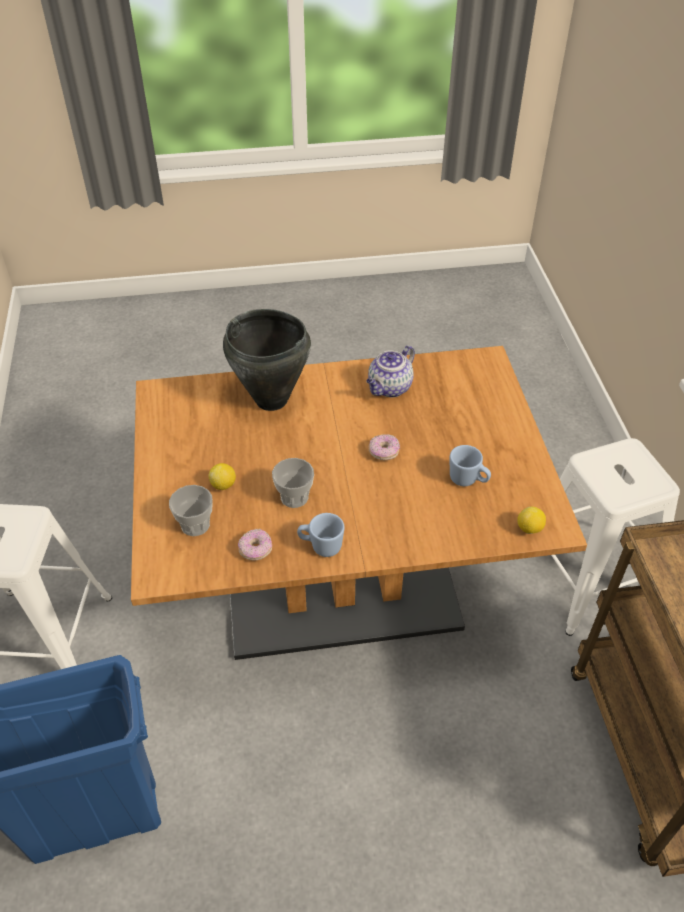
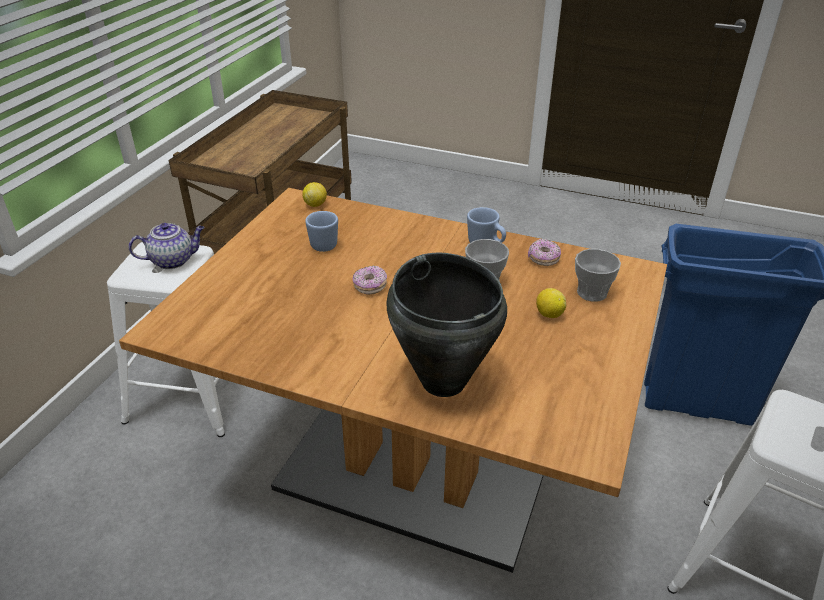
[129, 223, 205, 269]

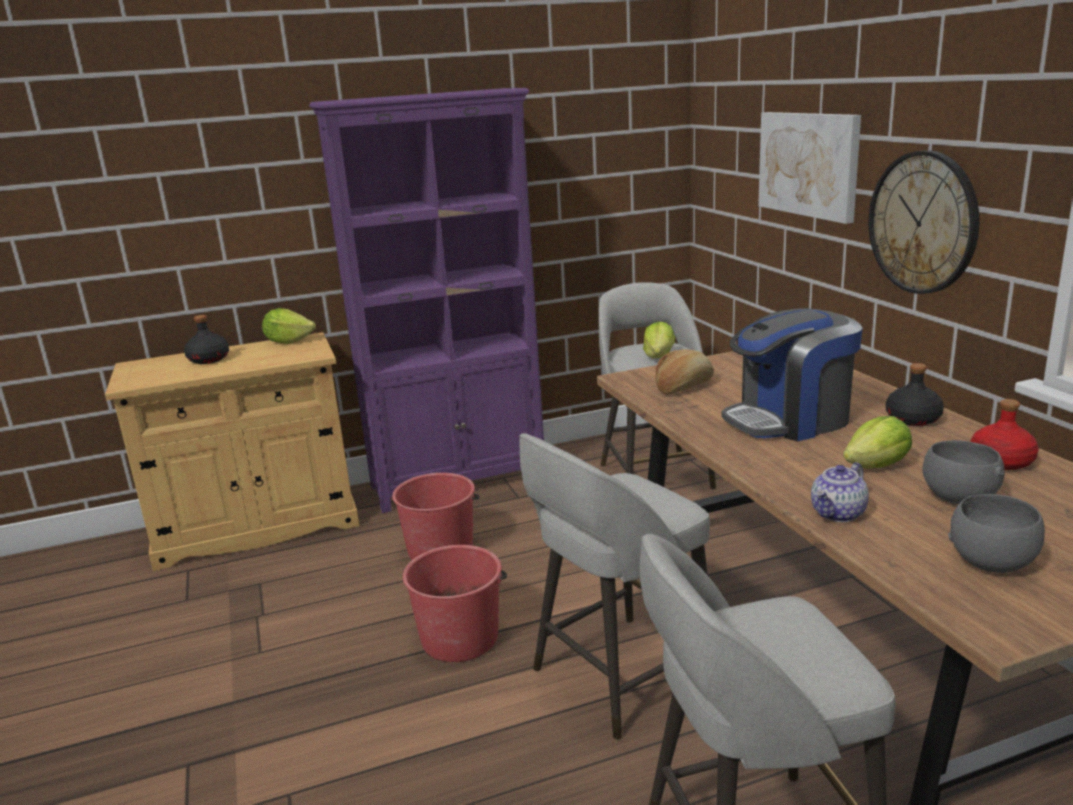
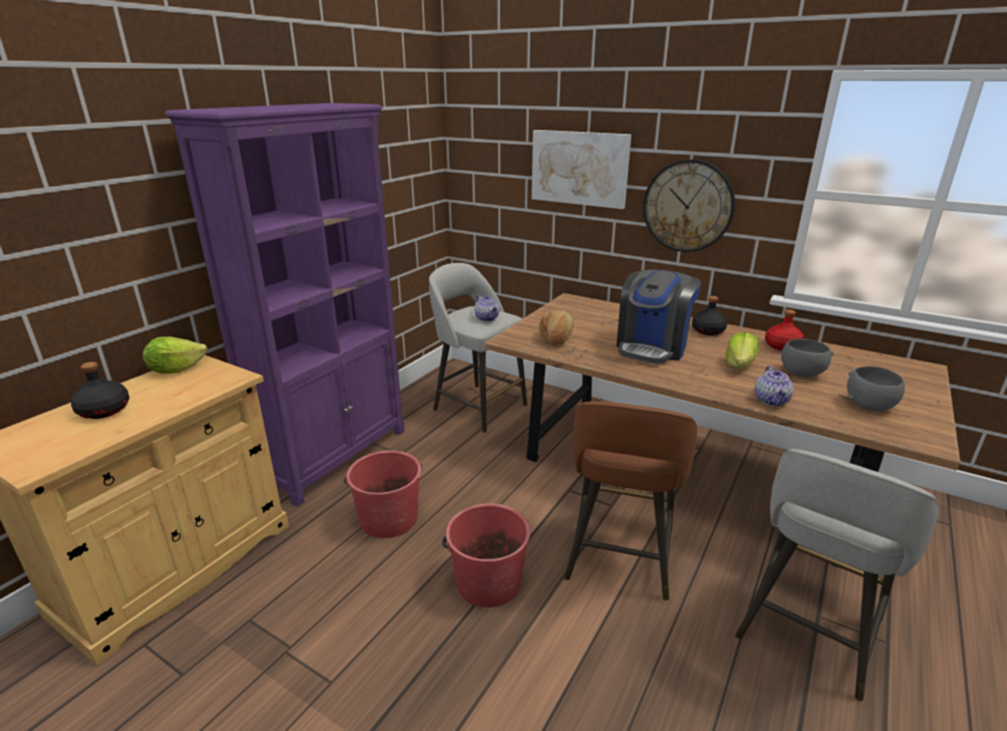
[474, 295, 499, 322]
[564, 402, 697, 600]

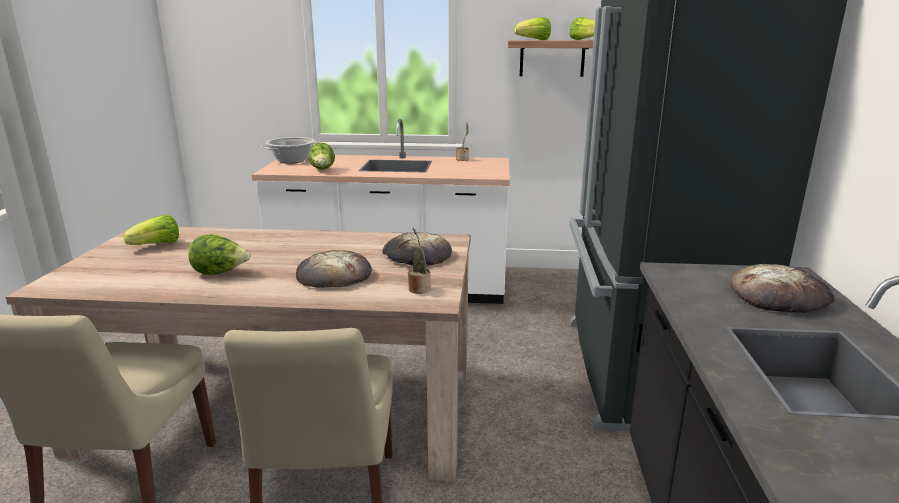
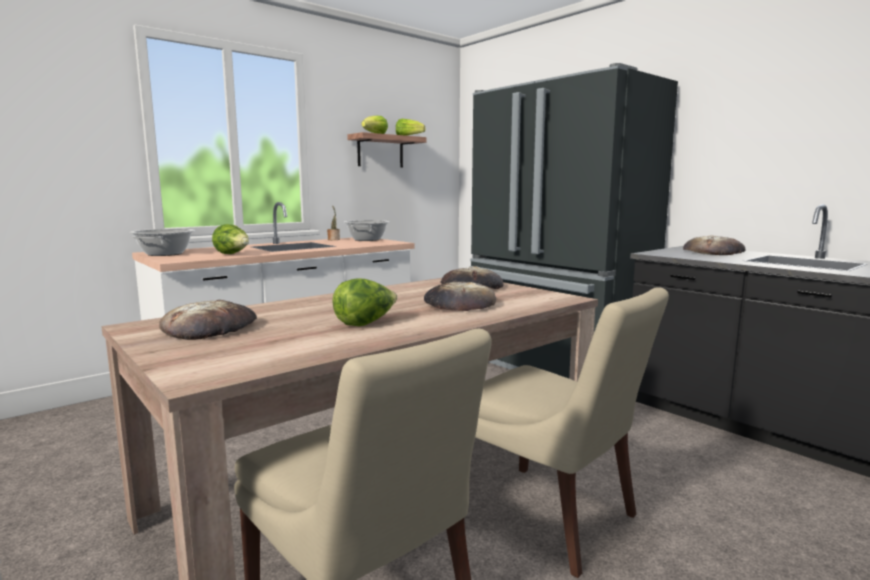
[159, 300, 257, 340]
[408, 227, 431, 294] (first image)
[344, 220, 390, 241]

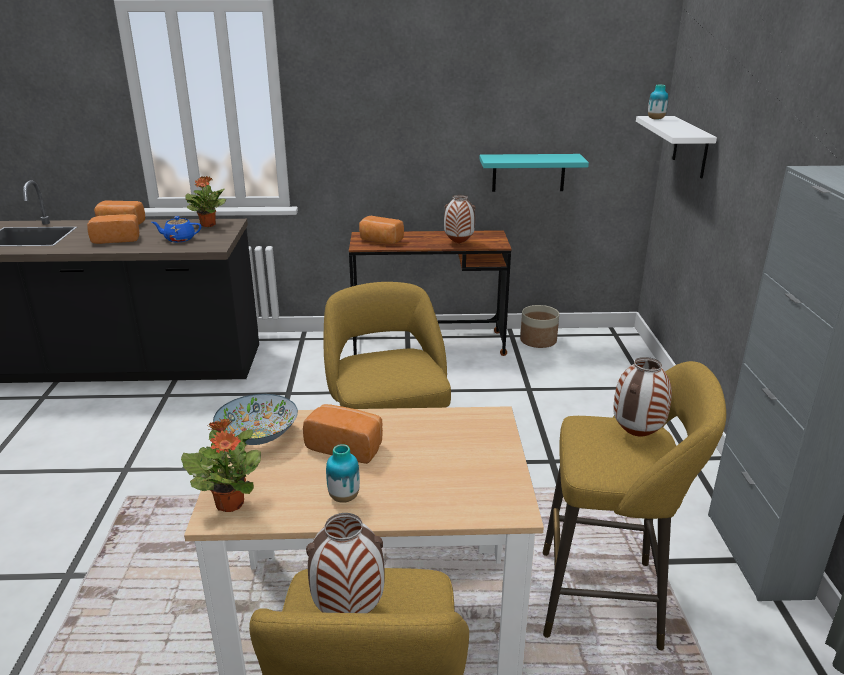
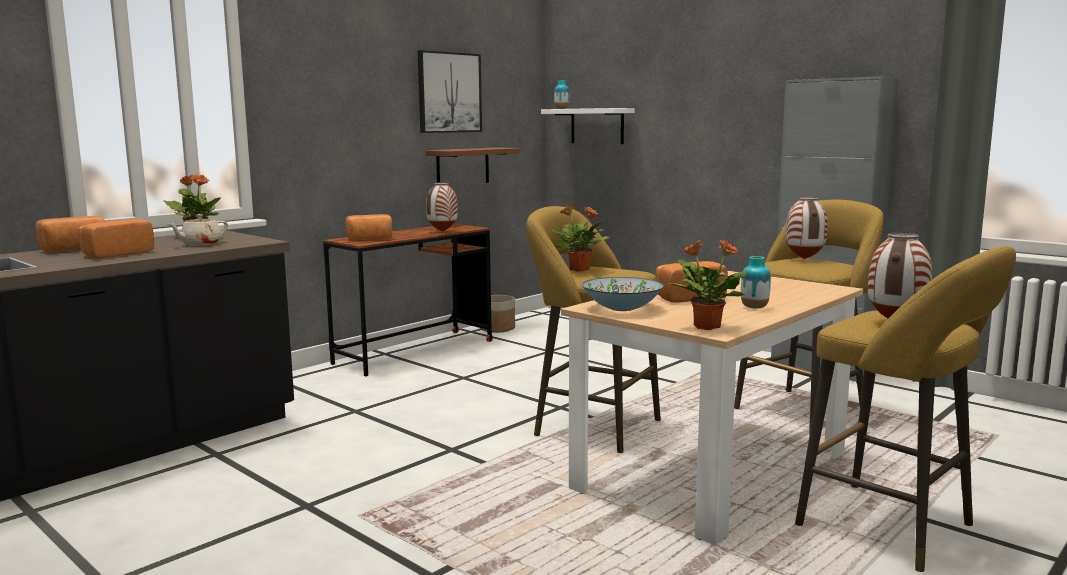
[426, 147, 521, 183]
[168, 214, 228, 246]
[418, 50, 482, 133]
[552, 204, 610, 271]

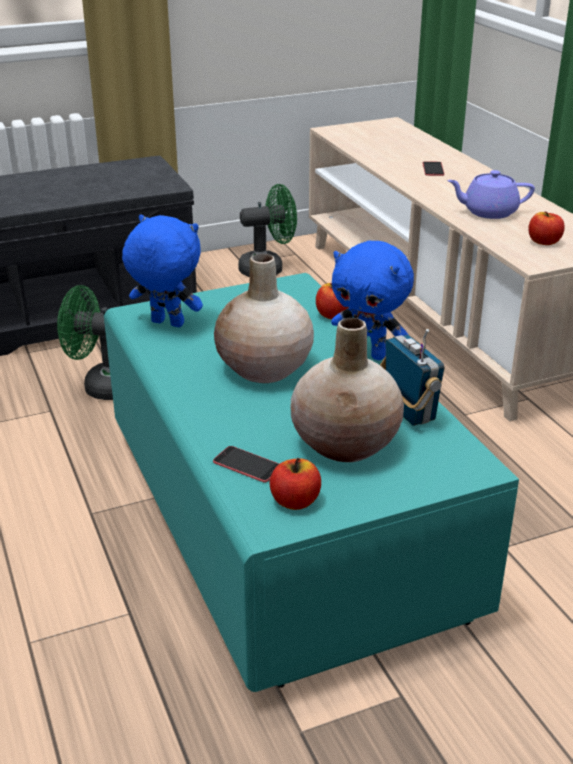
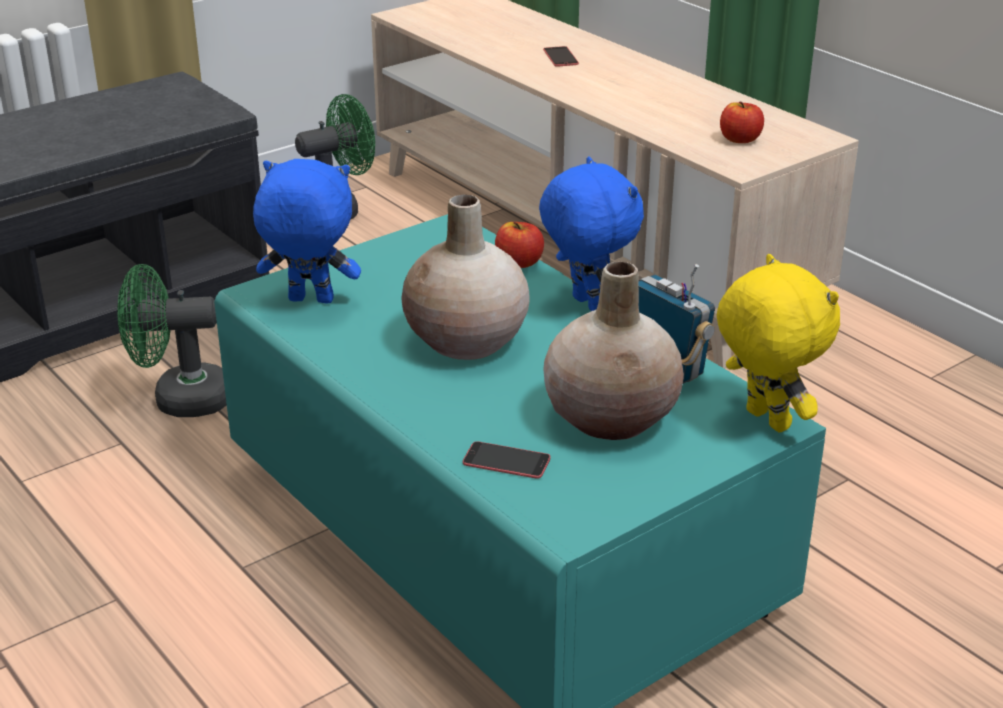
[447, 170, 535, 219] (first image)
[539, 157, 644, 311]
[270, 458, 321, 510] (first image)
[717, 254, 840, 432]

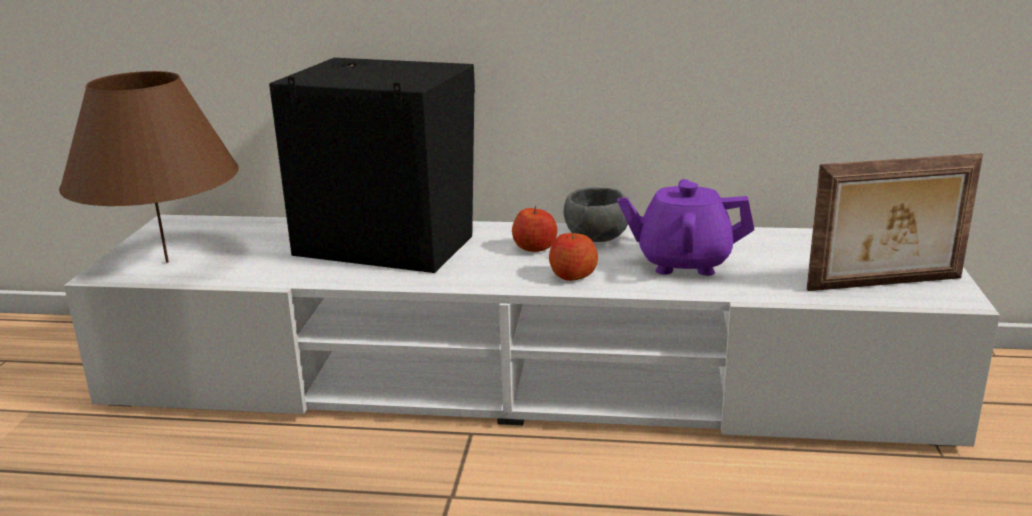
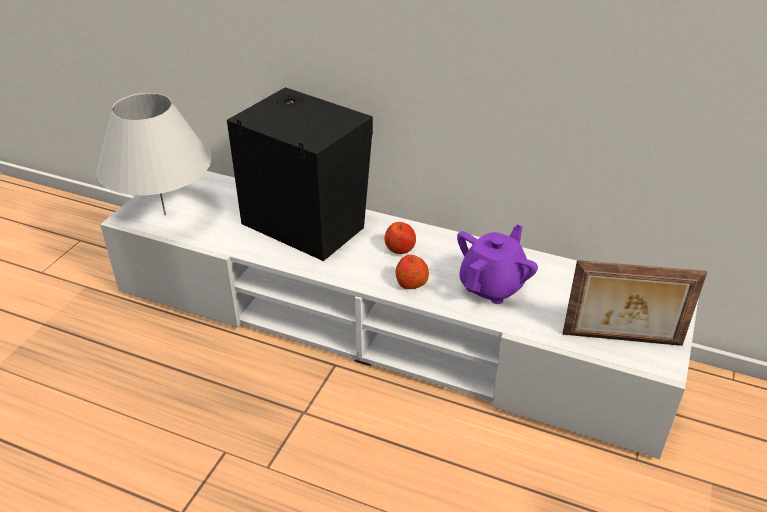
[96, 93, 211, 215]
[457, 224, 538, 304]
[564, 187, 628, 242] (first image)

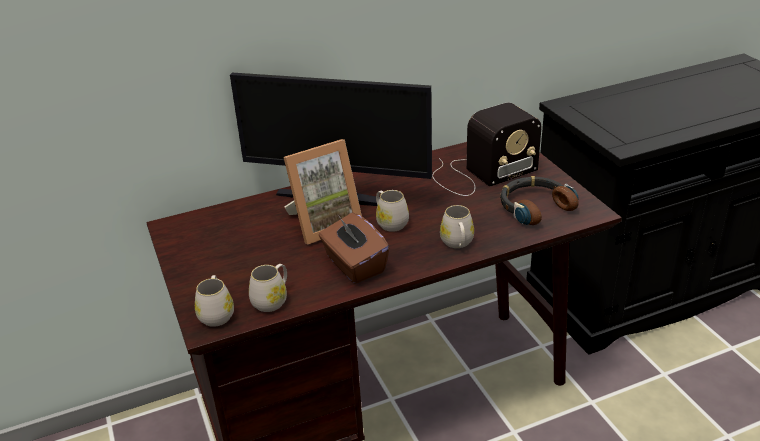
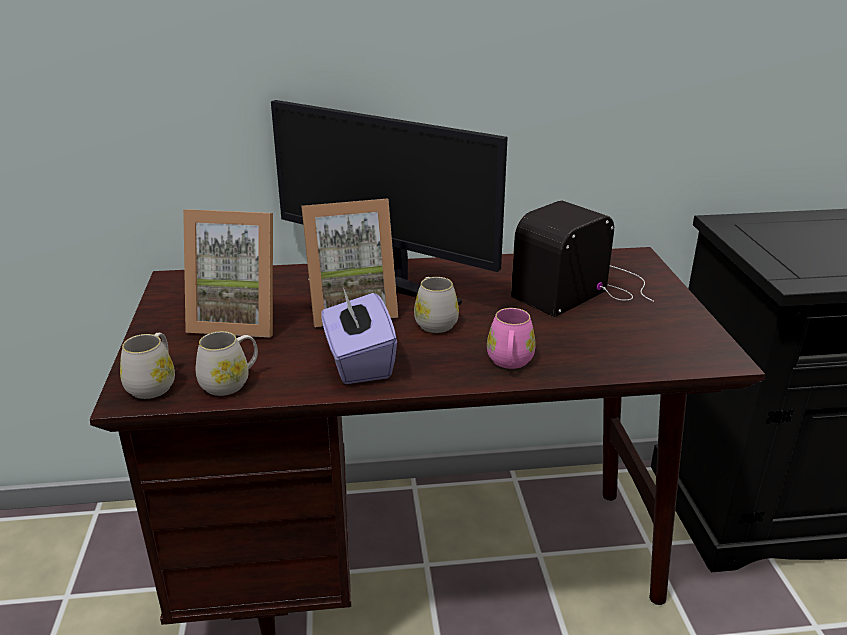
[511, 201, 655, 317]
[500, 176, 579, 225] (first image)
[487, 308, 536, 369]
[321, 287, 397, 384]
[183, 209, 273, 337]

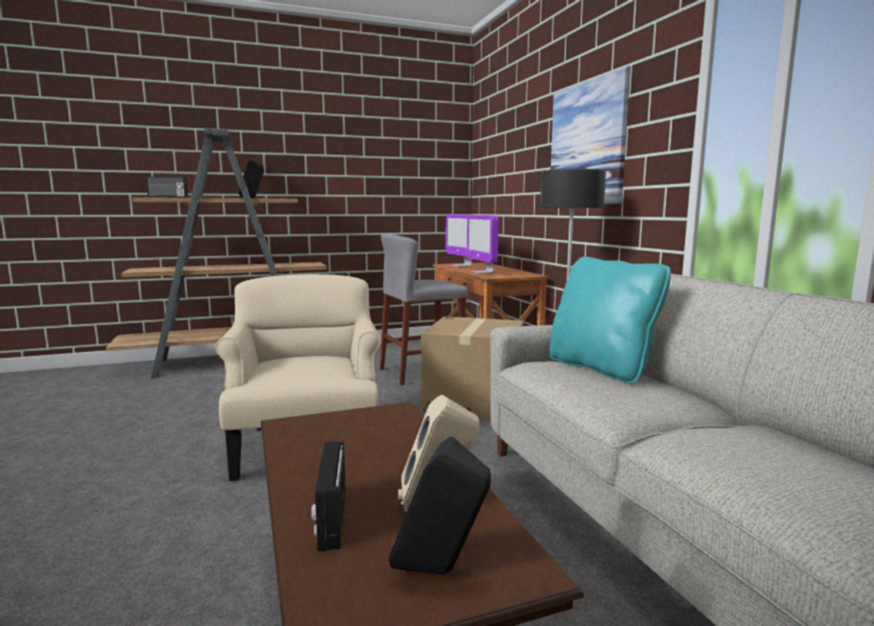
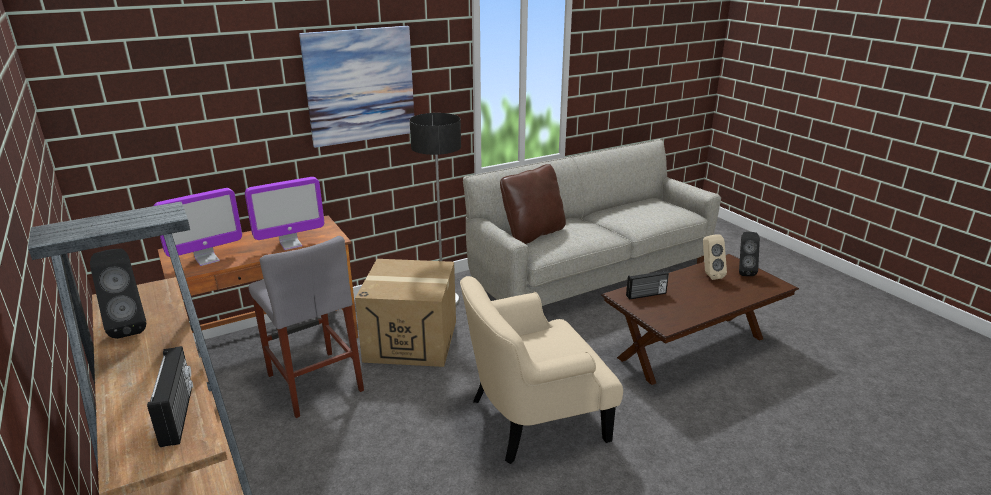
[500, 164, 566, 244]
[626, 270, 669, 299]

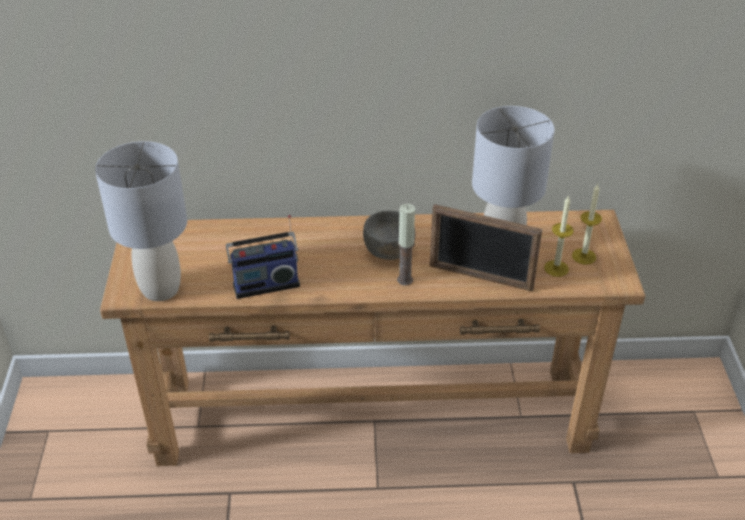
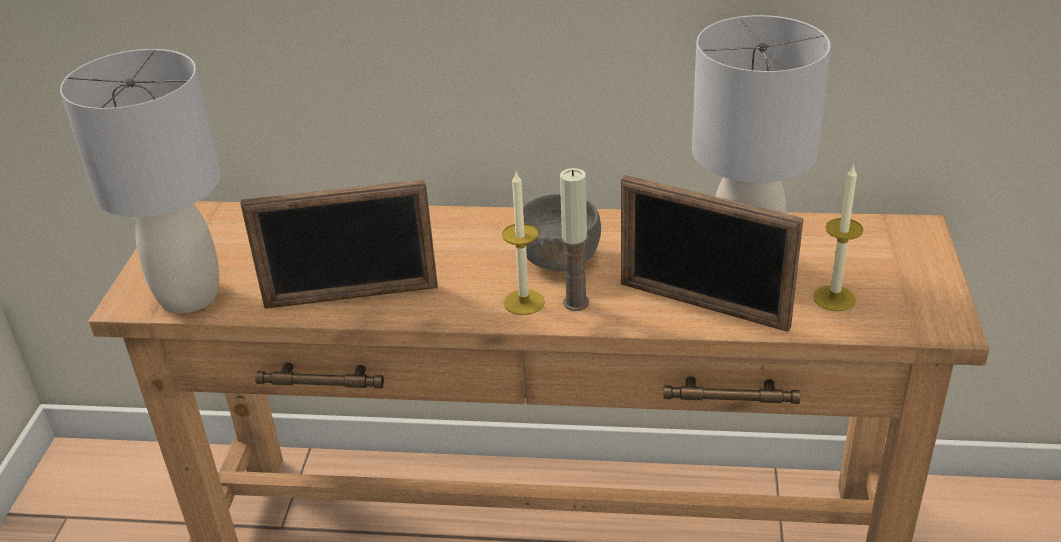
[502, 171, 545, 315]
[241, 179, 438, 309]

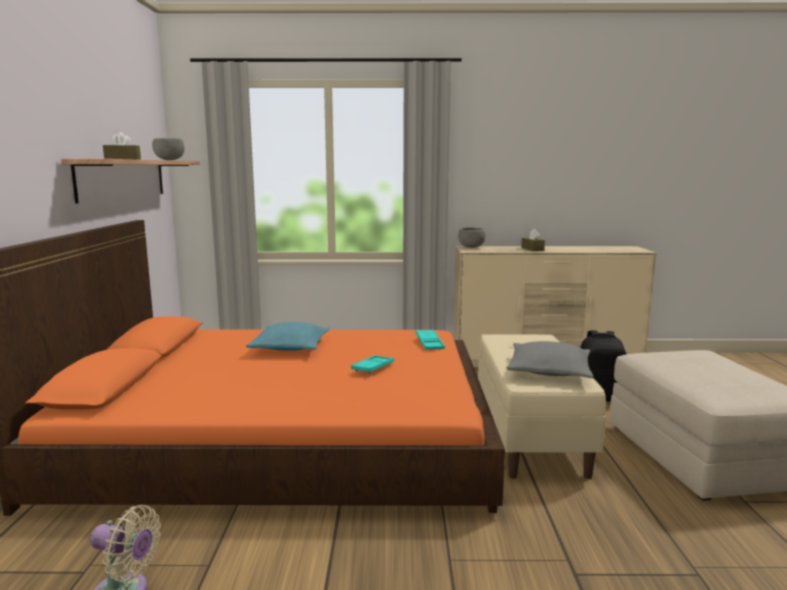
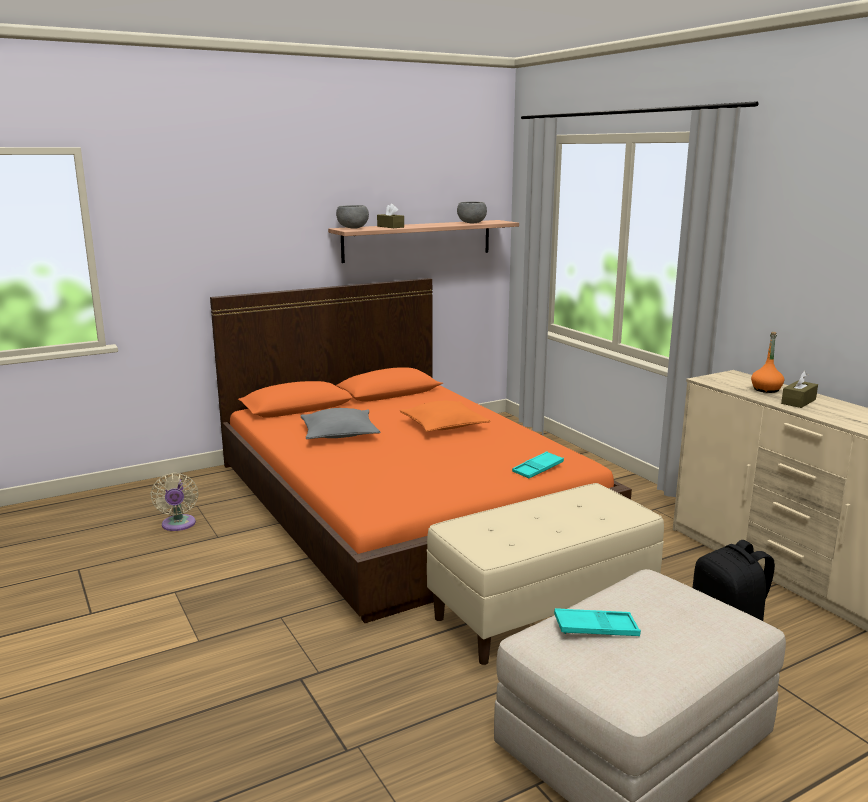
[336, 205, 369, 229]
[400, 401, 491, 432]
[300, 408, 380, 439]
[554, 608, 641, 636]
[751, 332, 784, 393]

